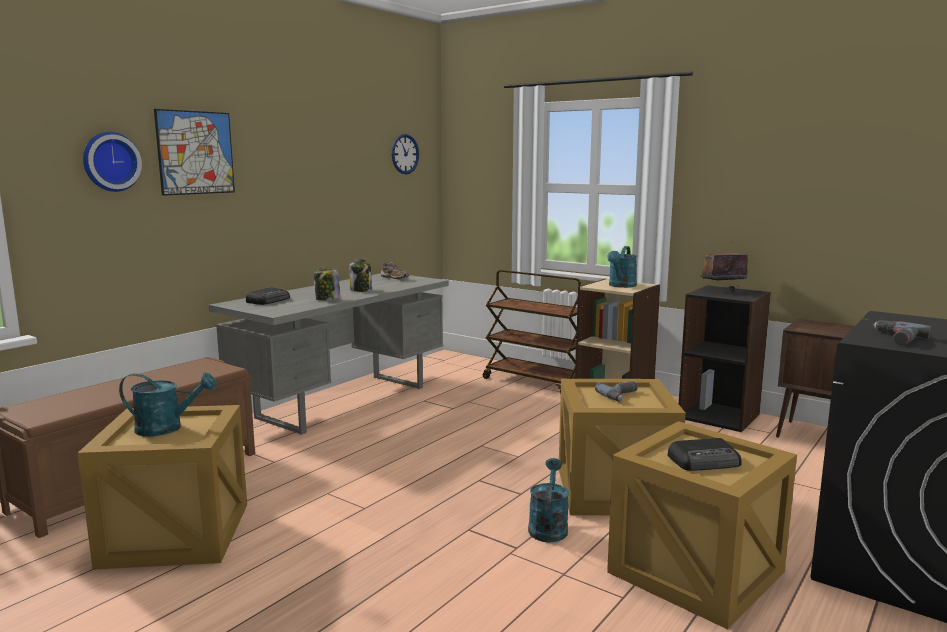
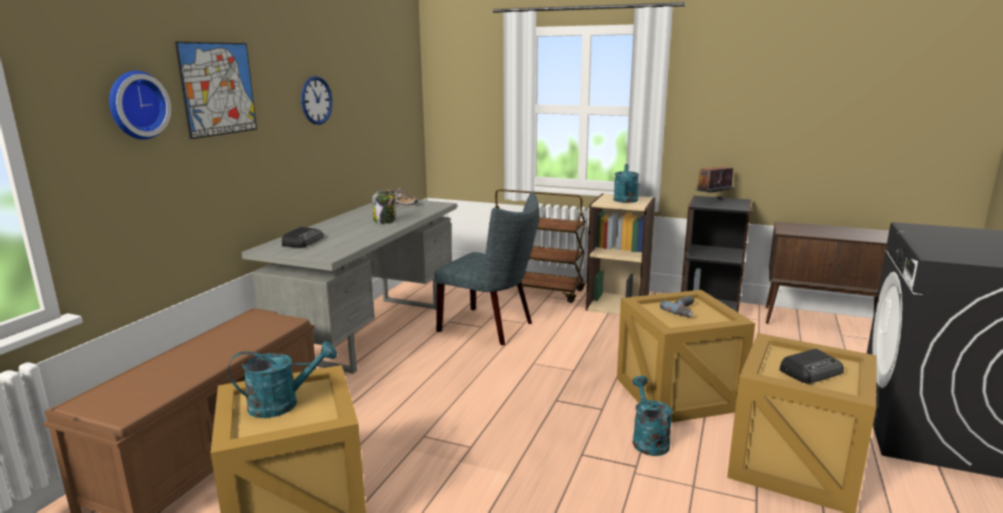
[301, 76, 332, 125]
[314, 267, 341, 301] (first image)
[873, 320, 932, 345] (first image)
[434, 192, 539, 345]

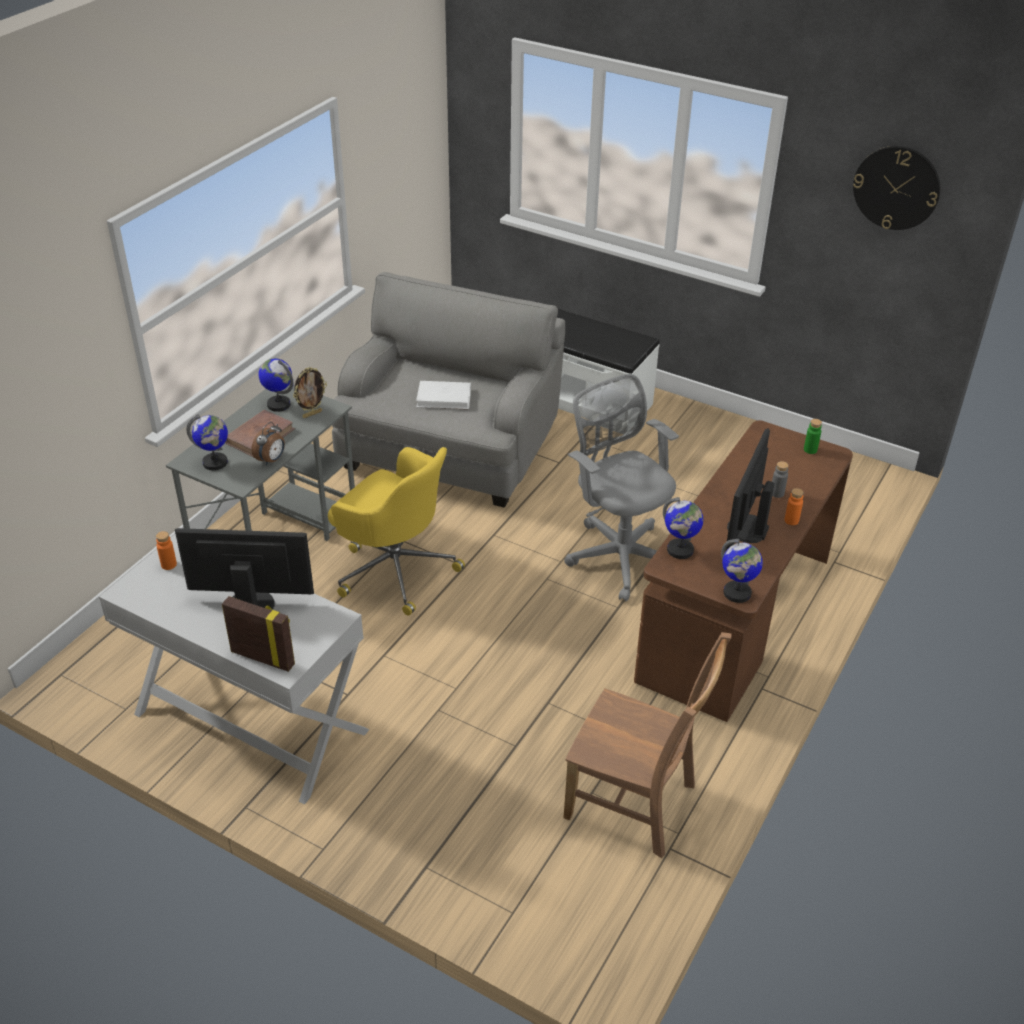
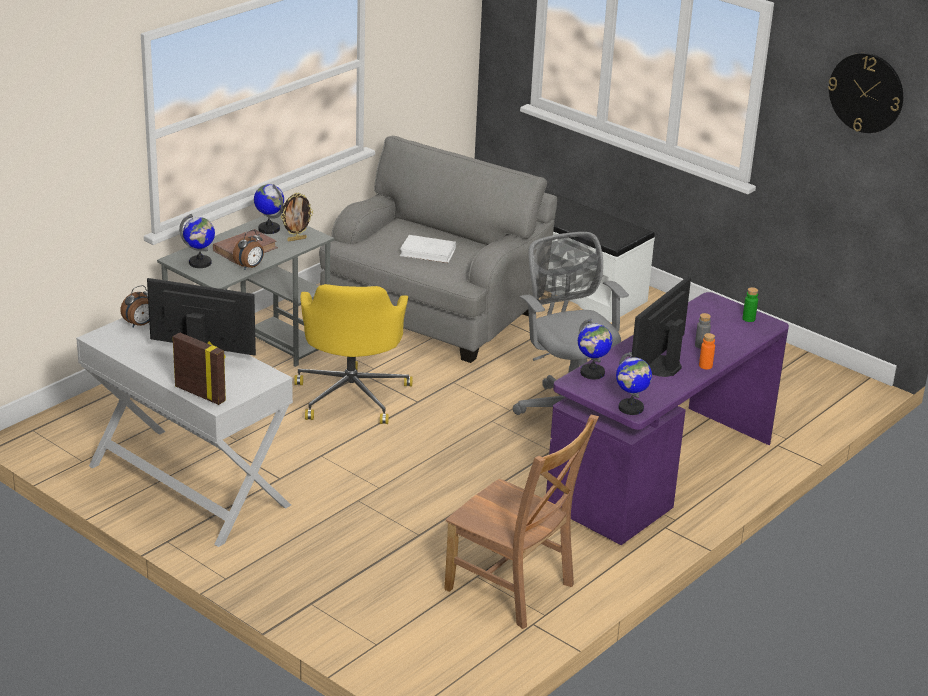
[546, 292, 789, 545]
[294, 284, 413, 424]
[120, 285, 149, 328]

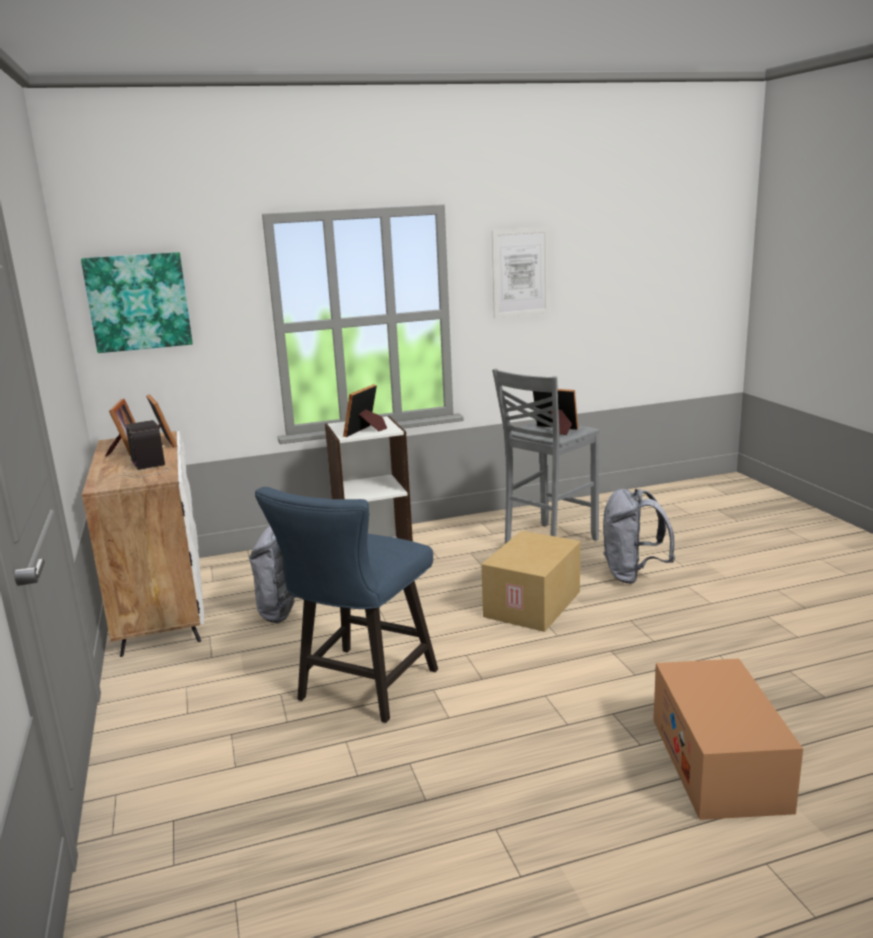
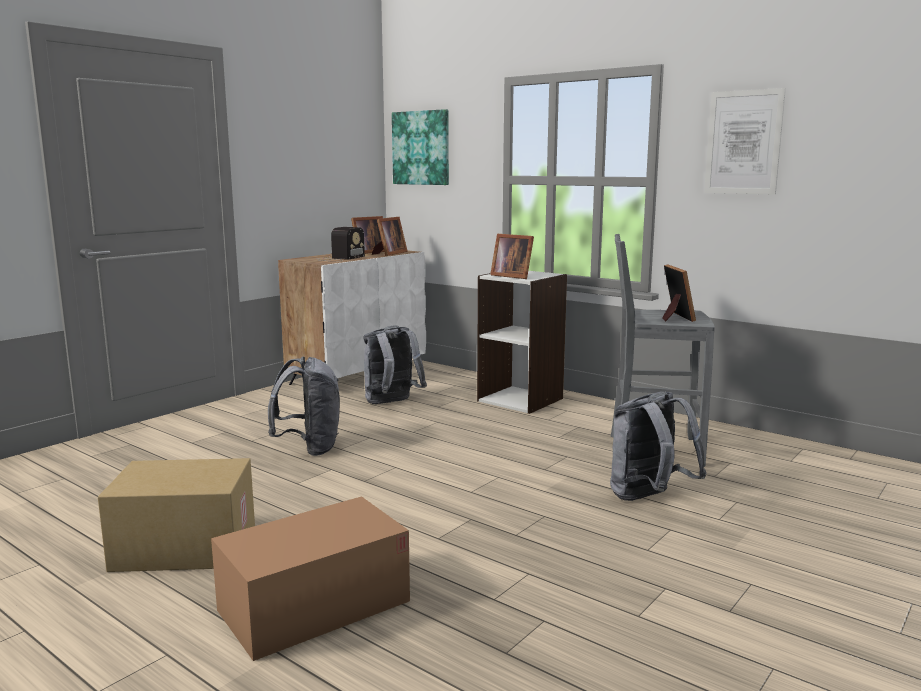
[490, 234, 534, 279]
[268, 356, 340, 456]
[98, 458, 255, 572]

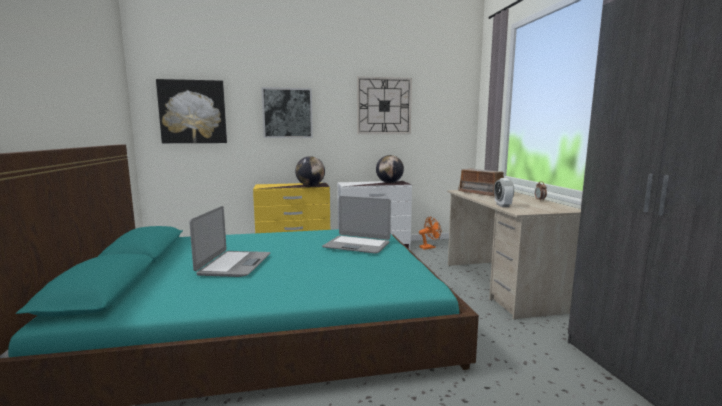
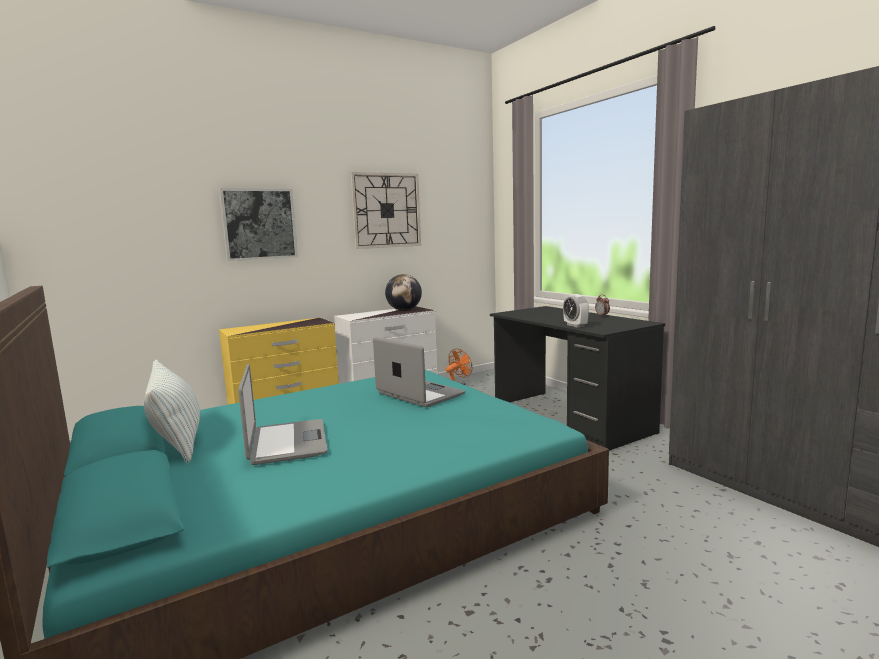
[156, 79, 227, 143] (first image)
[295, 156, 325, 186] (first image)
[458, 169, 504, 197] (first image)
[490, 306, 665, 451]
[373, 337, 465, 407]
[144, 360, 200, 463]

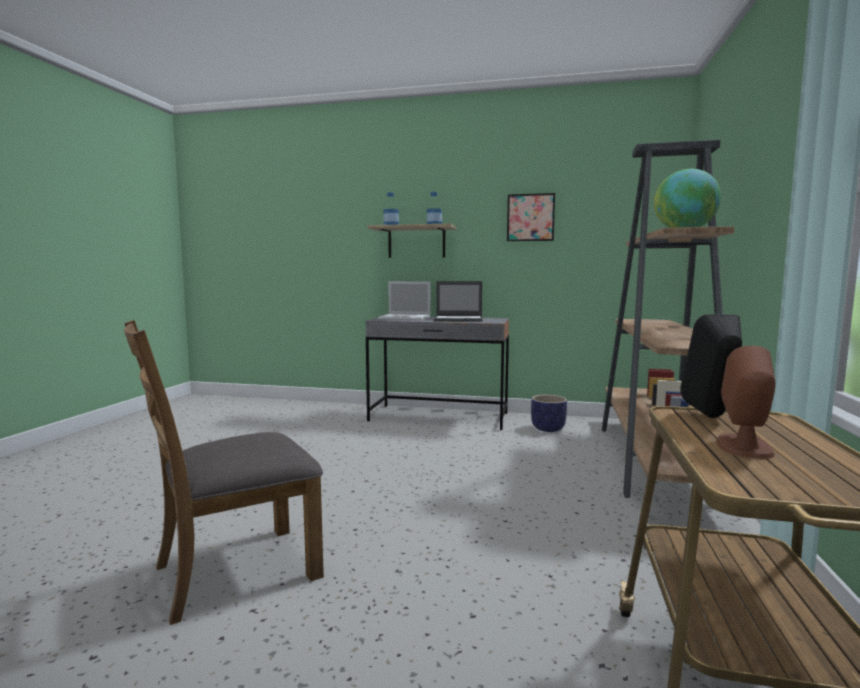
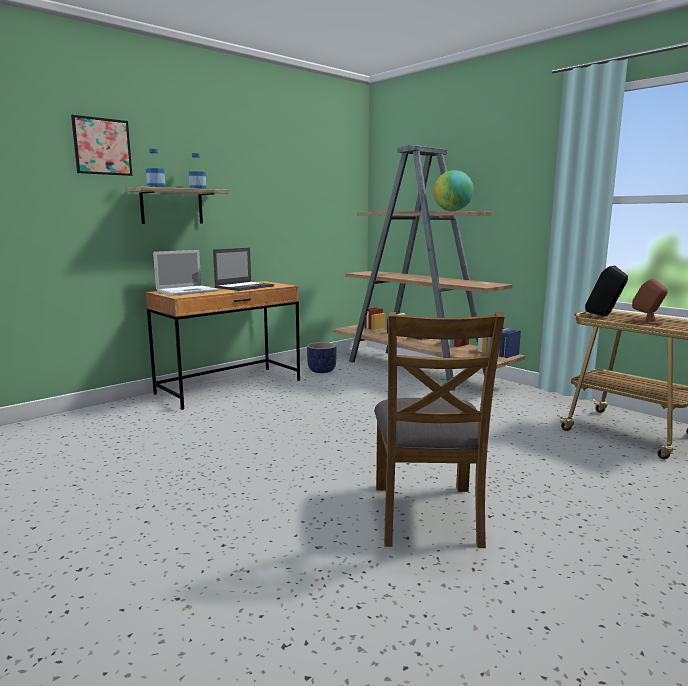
[71, 115, 132, 176]
[145, 281, 300, 410]

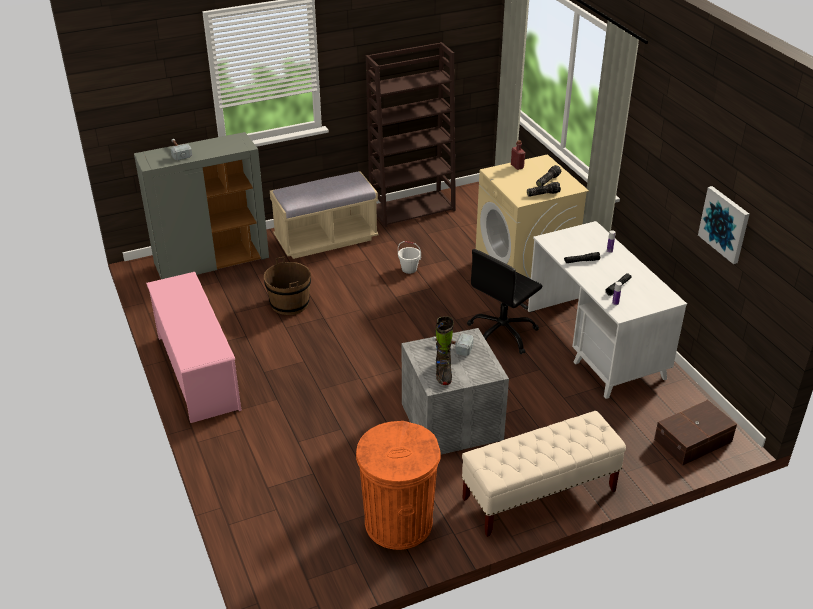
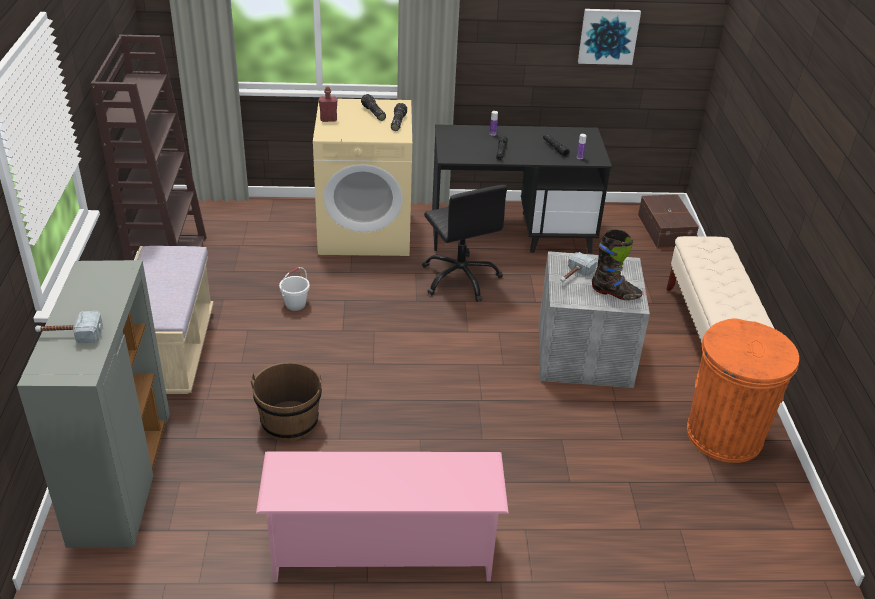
[432, 124, 612, 253]

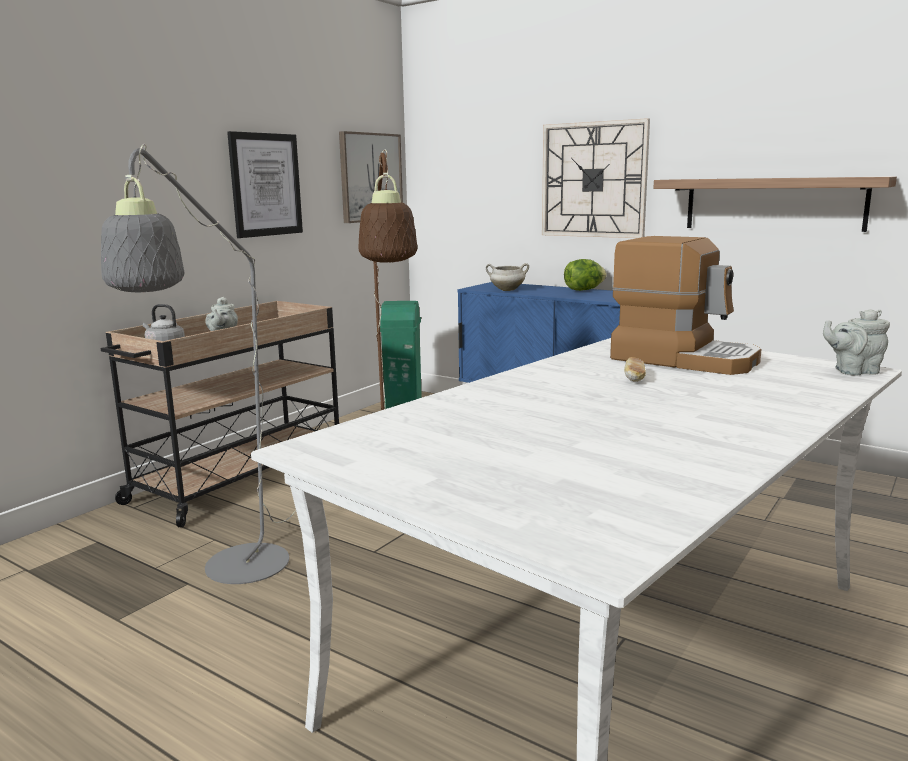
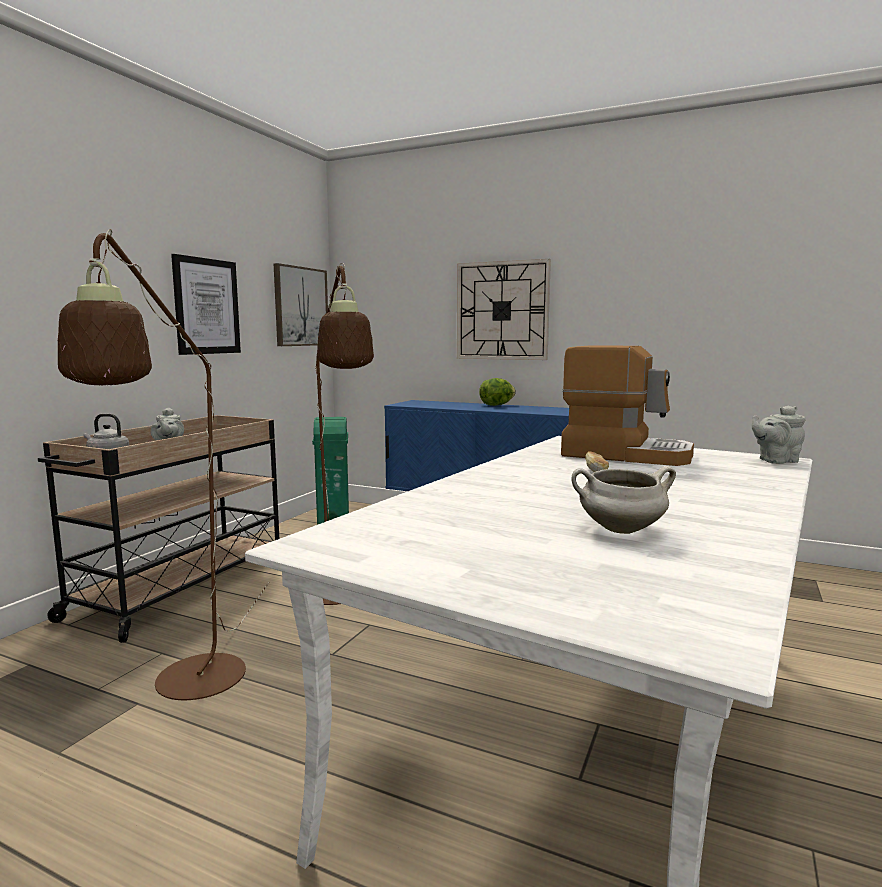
[58, 229, 269, 700]
[653, 176, 897, 232] (first image)
[571, 466, 676, 534]

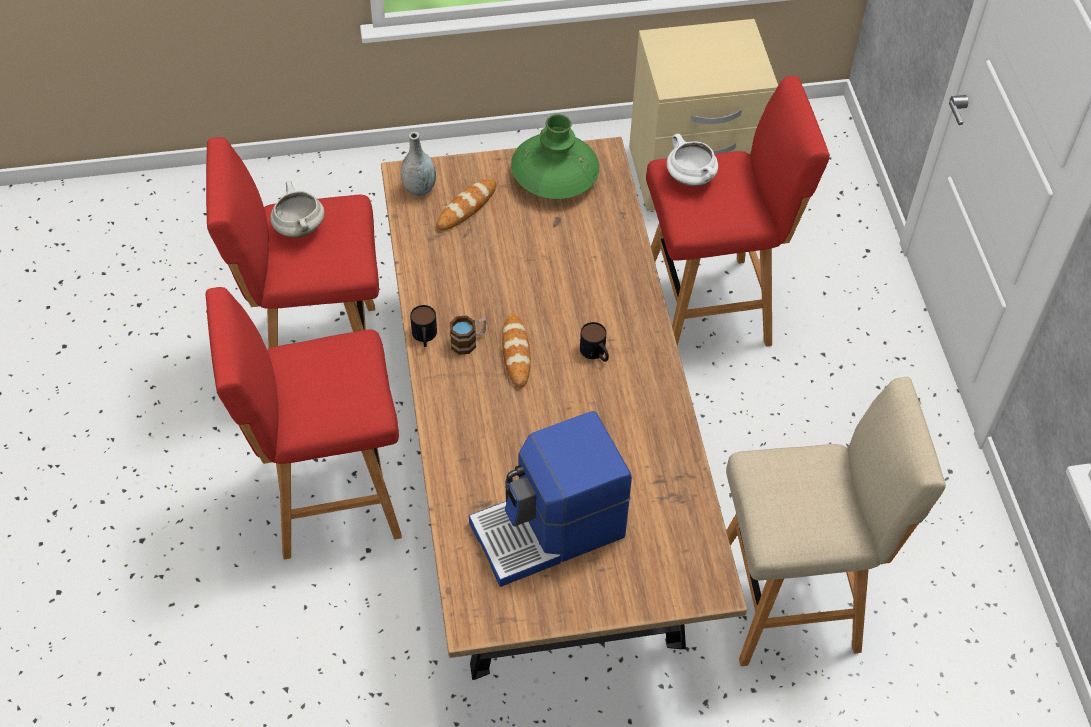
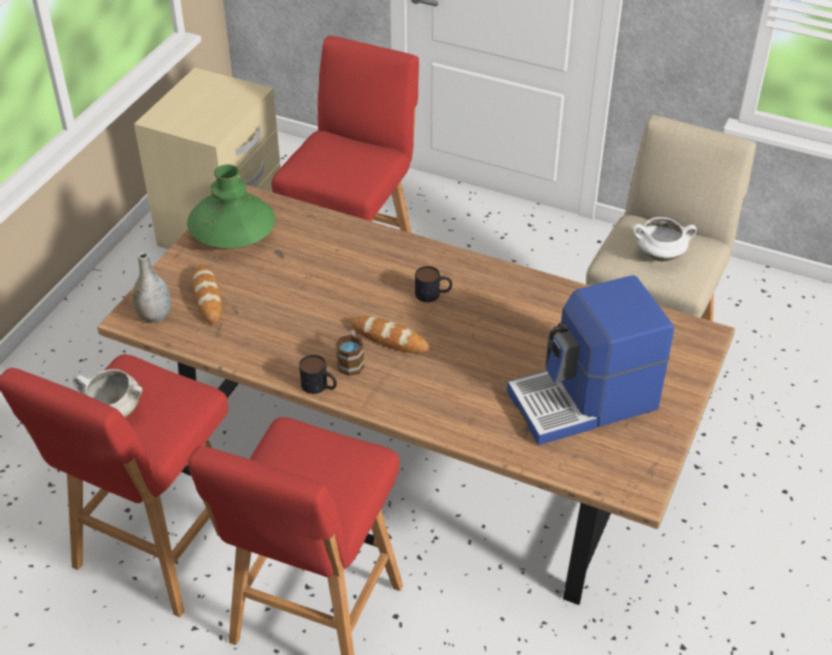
[633, 217, 697, 261]
[507, 275, 674, 445]

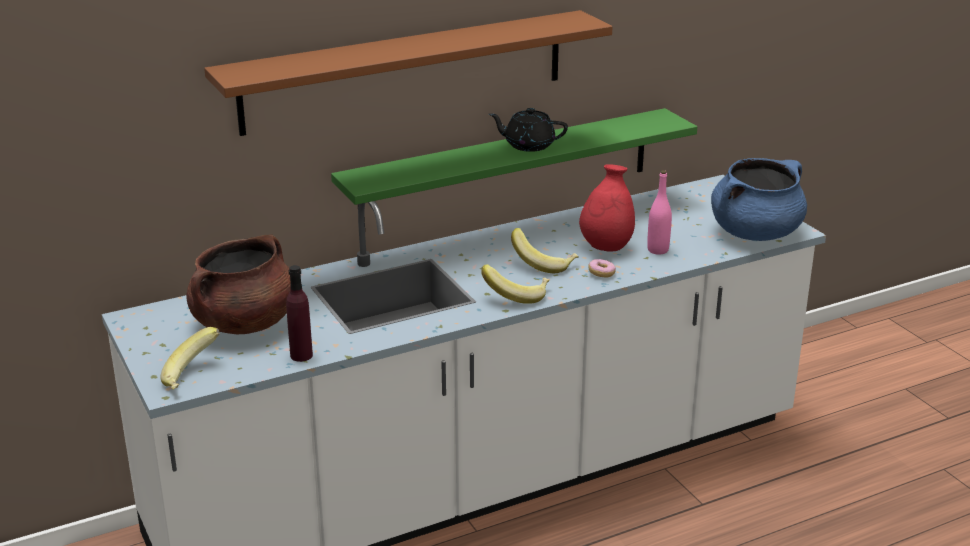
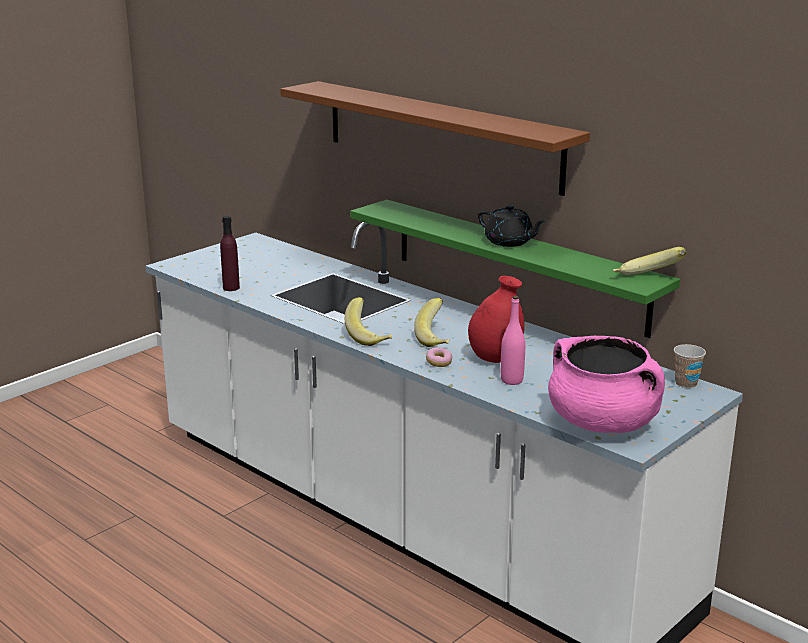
[478, 205, 546, 247]
[548, 336, 665, 433]
[186, 235, 291, 334] (first image)
[613, 247, 687, 275]
[674, 344, 706, 388]

